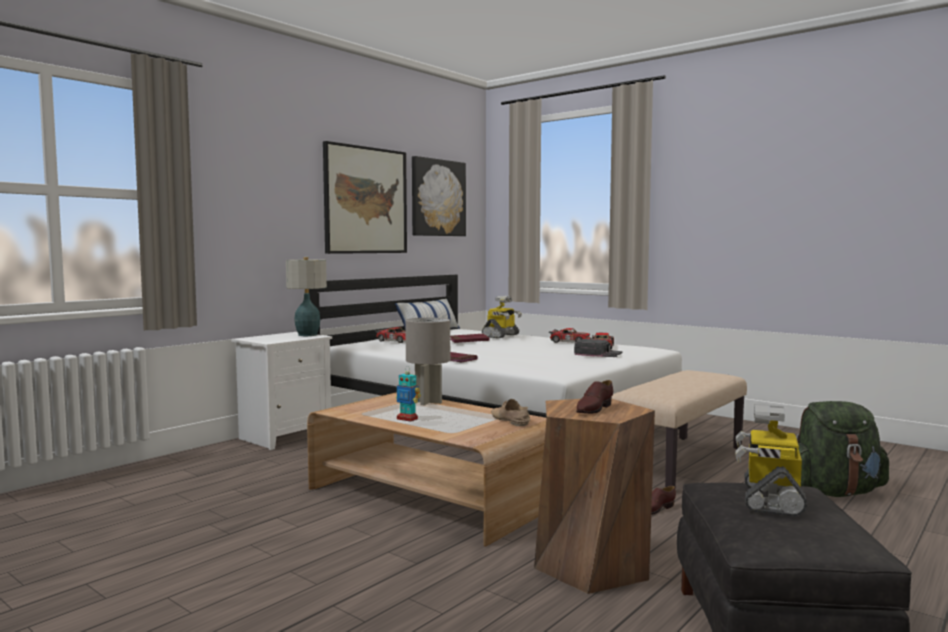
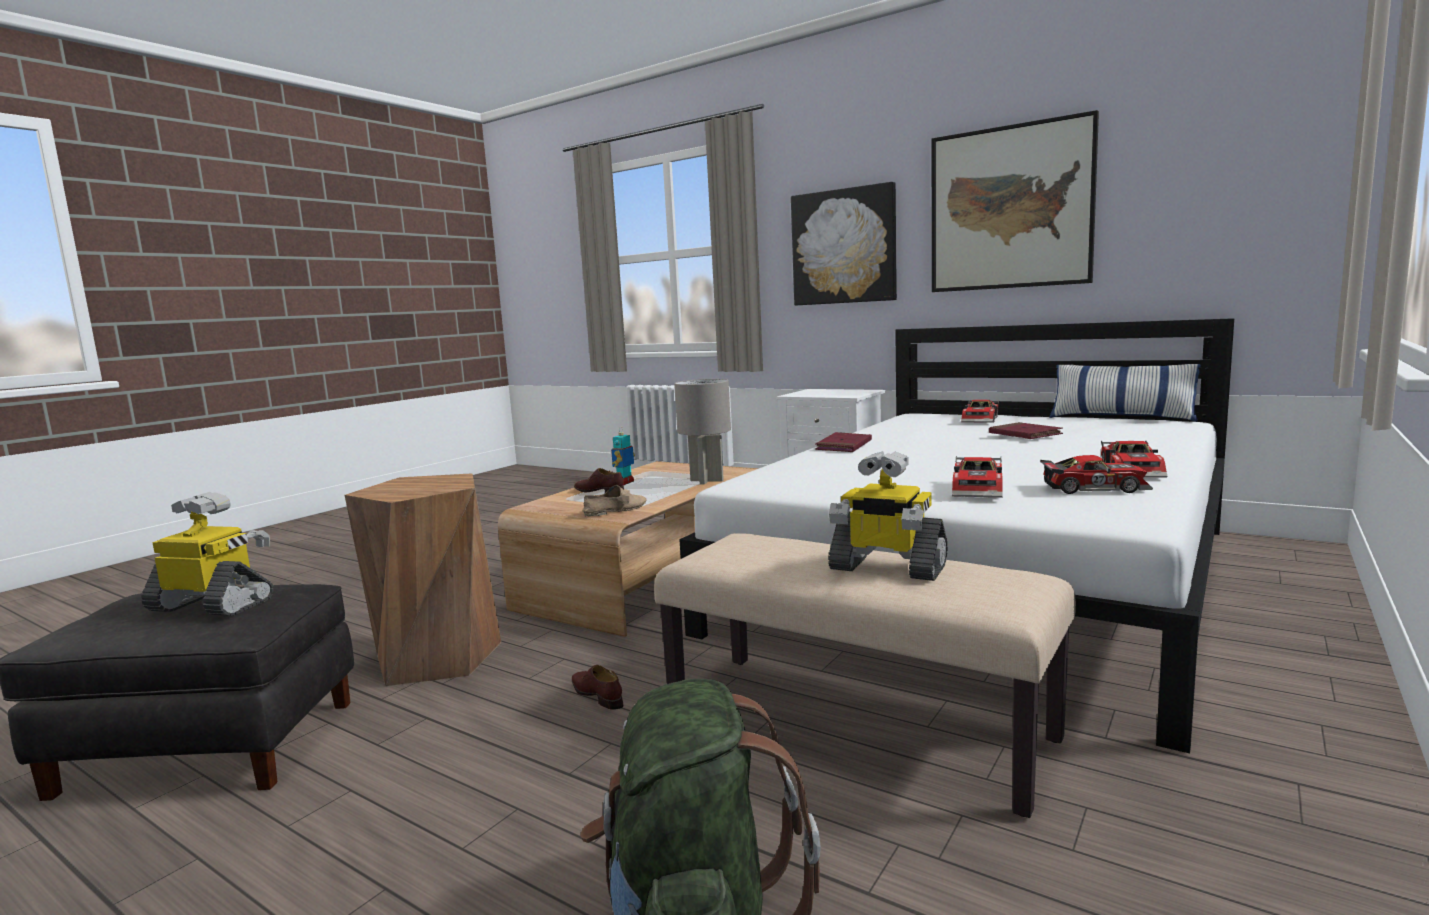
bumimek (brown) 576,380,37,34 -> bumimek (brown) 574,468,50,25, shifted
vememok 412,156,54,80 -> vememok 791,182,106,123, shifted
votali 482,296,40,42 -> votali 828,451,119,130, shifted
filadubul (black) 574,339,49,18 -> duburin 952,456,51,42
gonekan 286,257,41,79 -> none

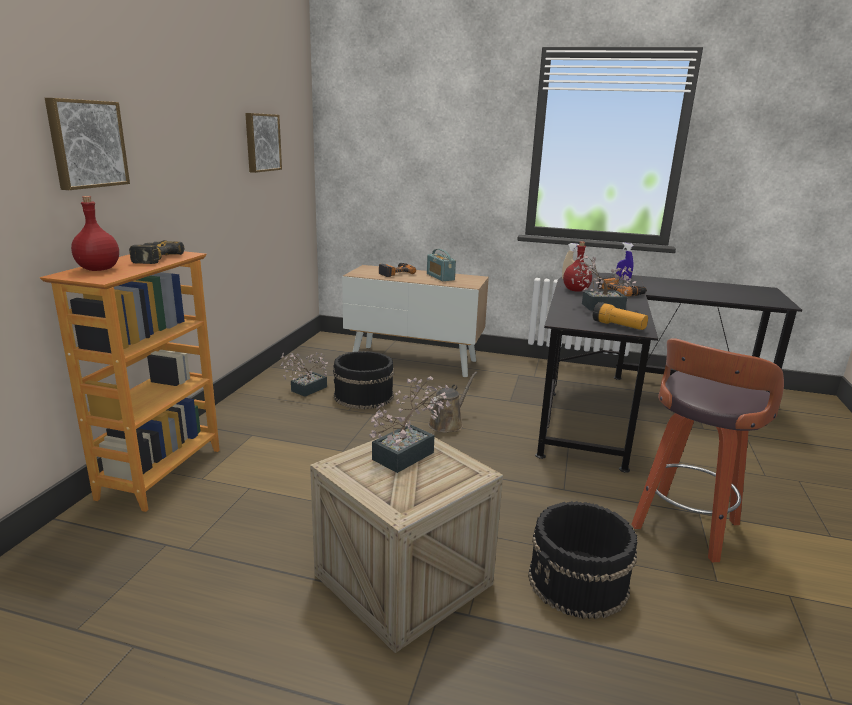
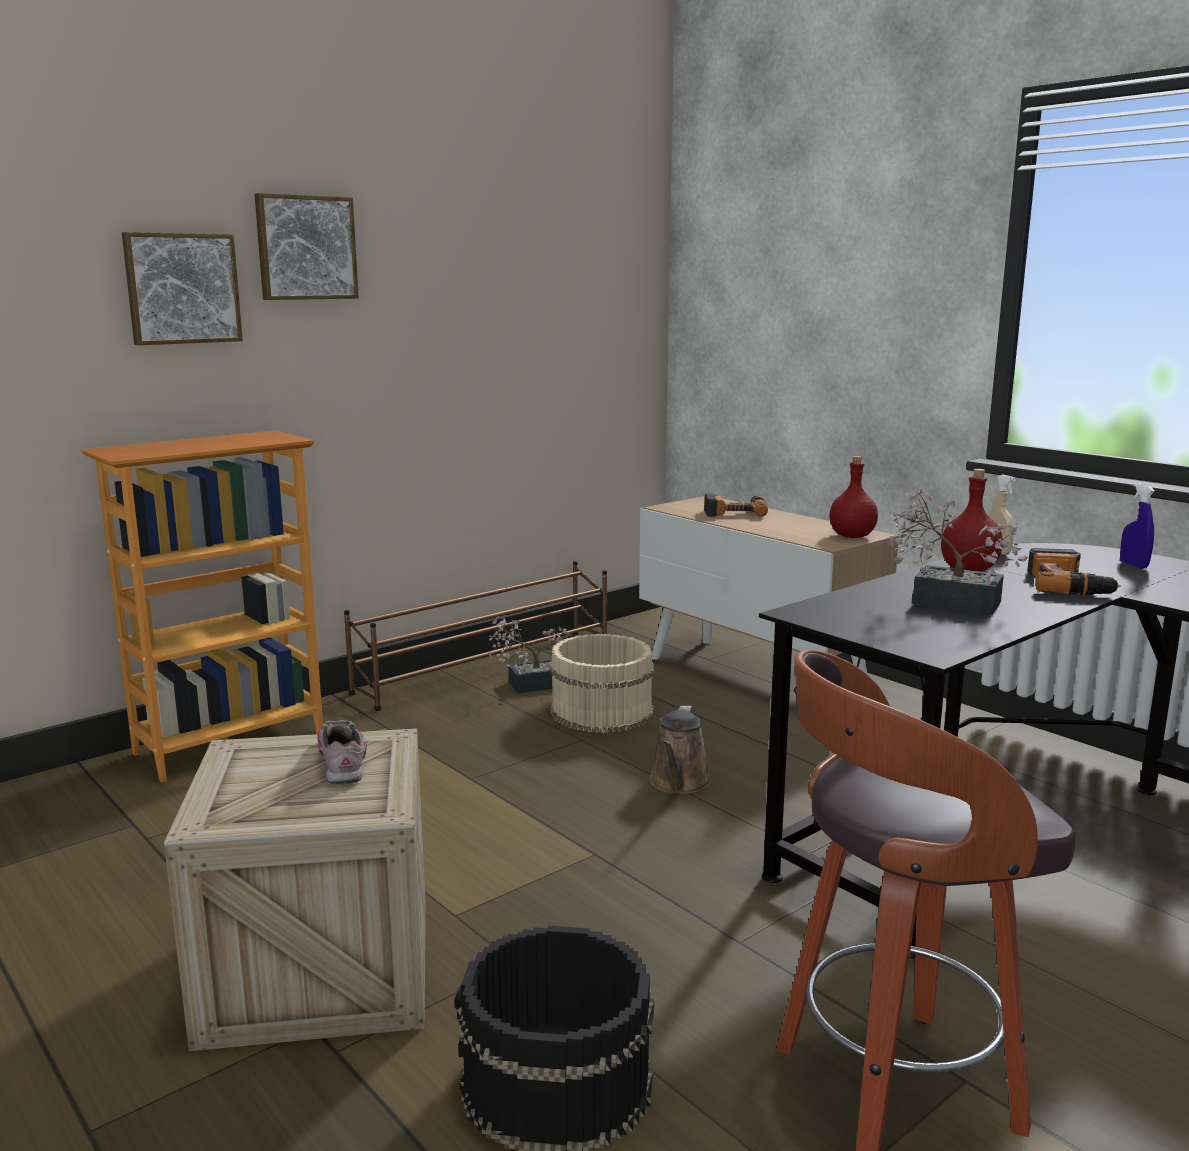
vememok 245,113,37,60 -> vememok 255,193,104,107, shifted
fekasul 369,376,82,97 -> bumimek 318,720,49,65
none -> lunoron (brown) 344,561,263,150
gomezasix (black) 333,351,61,58 -> gomezasix (beige) 549,634,105,99
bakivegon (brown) 428,371,49,62 -> bakivegon (brown) 649,705,63,89, 120 degrees clockwise
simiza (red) 71,196,48,75 -> simiza (red) 829,456,49,82, shifted
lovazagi 129,240,56,24 -> none
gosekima 427,249,29,32 -> none
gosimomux 593,302,55,28 -> none

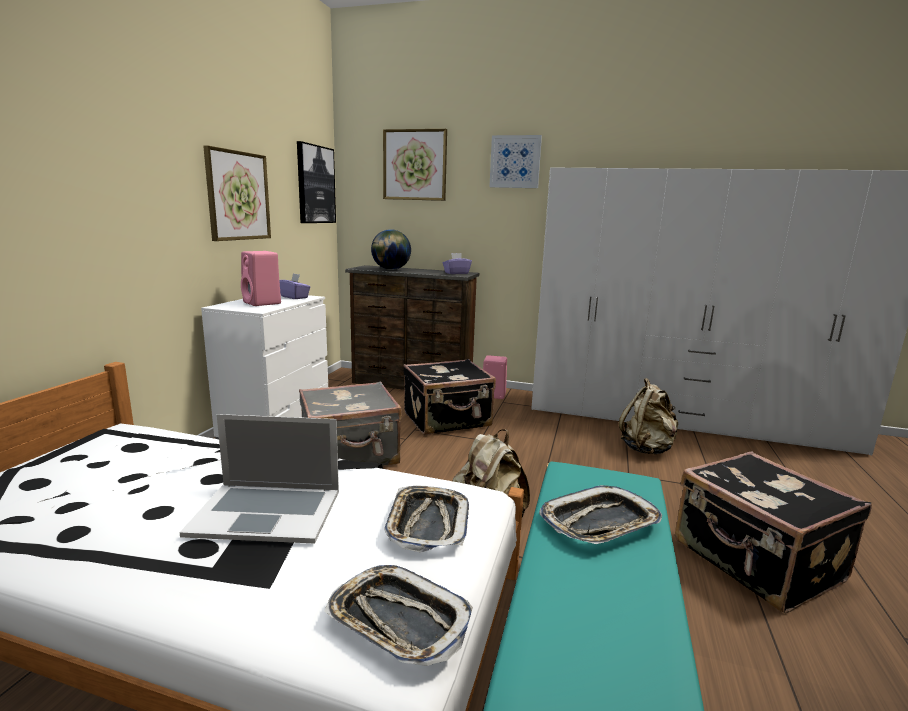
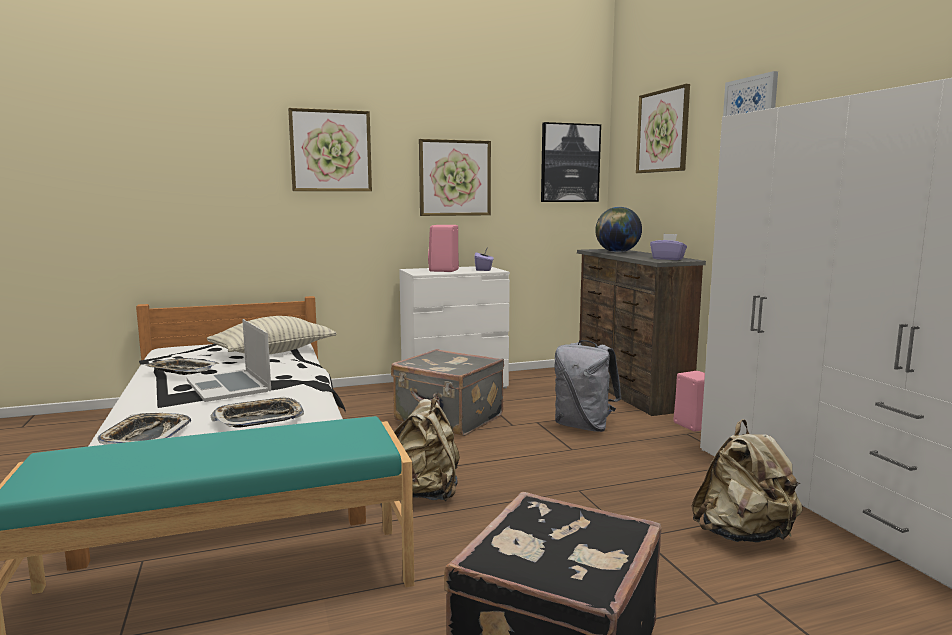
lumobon 539,485,123,59 -> lumobon 144,358,75,17, shifted
none -> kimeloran 207,316,130,38
none -> vememok 288,108,84,83
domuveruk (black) 403,359,93,76 -> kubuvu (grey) 554,340,68,92

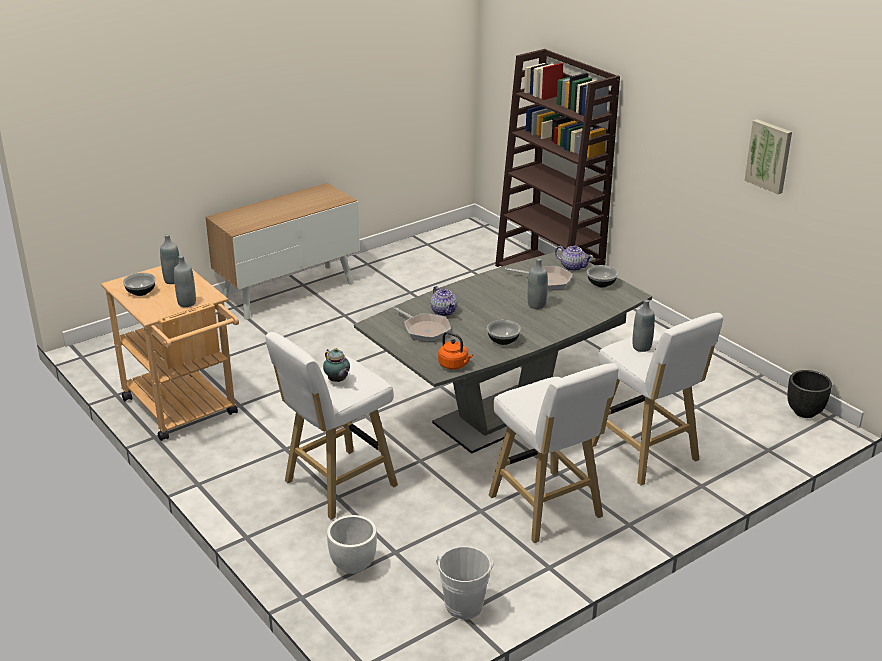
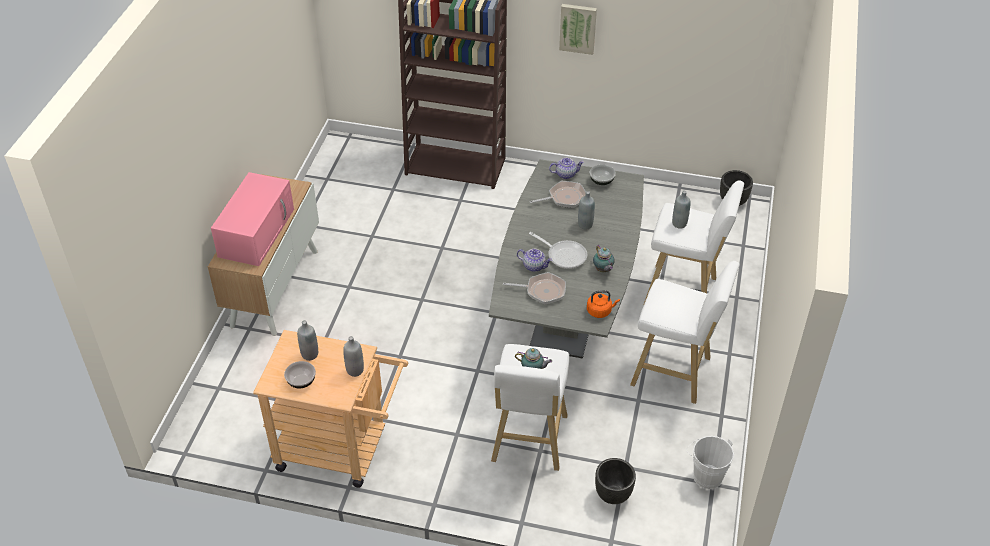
none -> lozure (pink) 211,172,83,94
none -> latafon 529,232,58,37
vememok 744,119,48,75 -> vememok 559,4,38,51, shifted
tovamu 487,320,34,25 -> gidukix 593,245,22,27
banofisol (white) 327,515,50,59 -> banofisol (black) 595,458,41,46

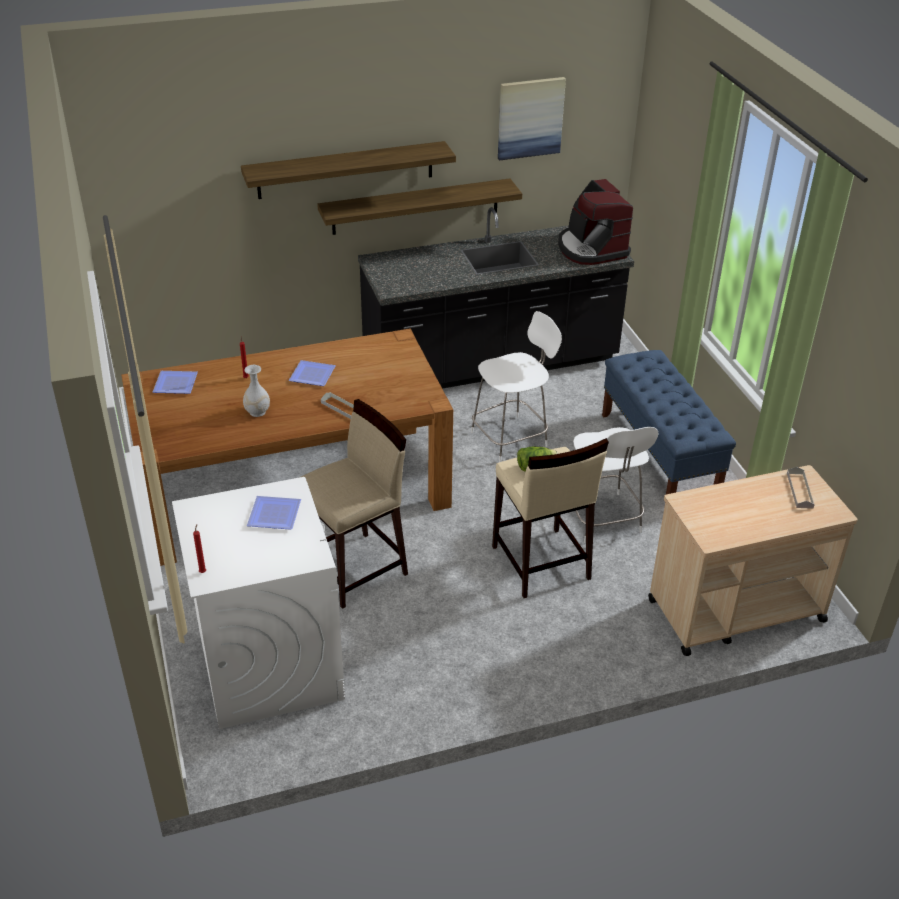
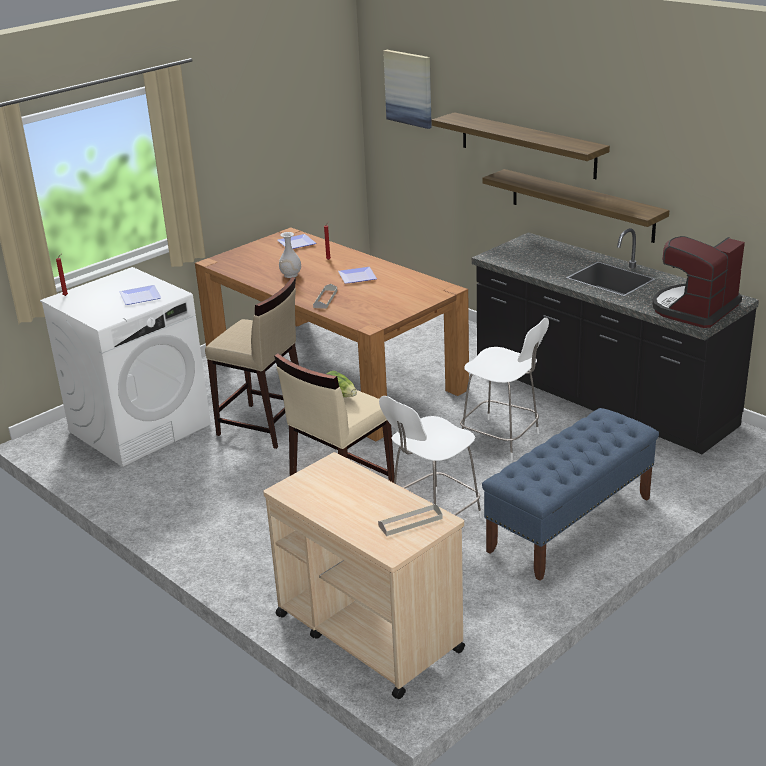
vememok 498,77,68,84 -> vememok 383,50,49,79, shifted

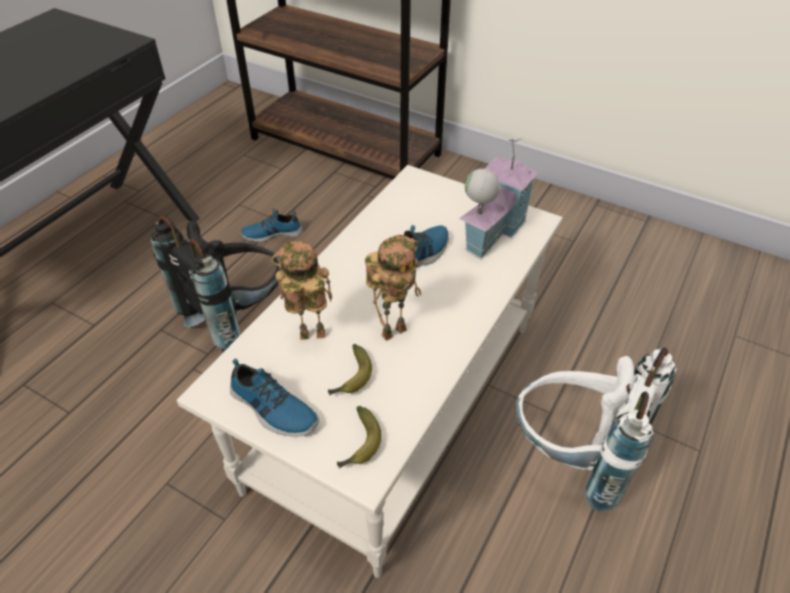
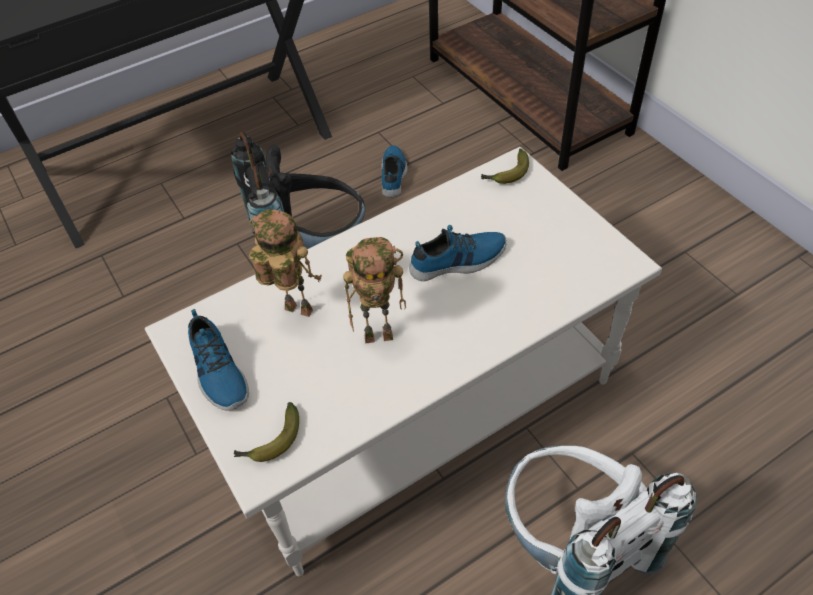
bumimek 241,208,61,34 -> bumimek 381,145,26,52, 75 degrees clockwise
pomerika 328,344,44,51 -> pomerika 481,149,48,35, shifted
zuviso 459,138,78,121 -> none

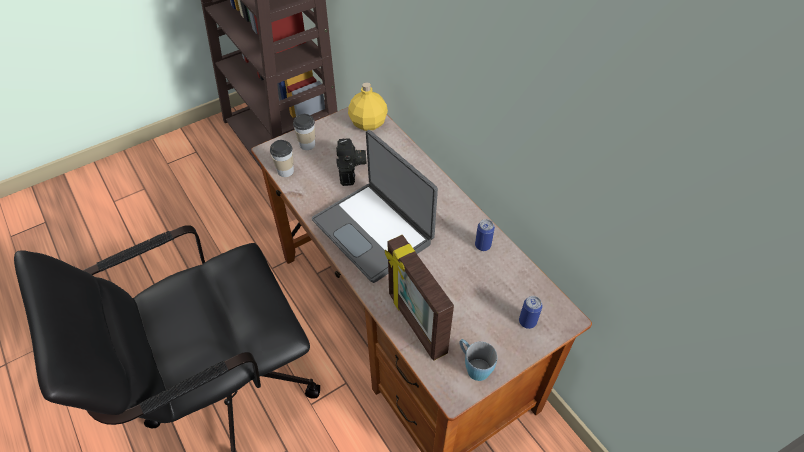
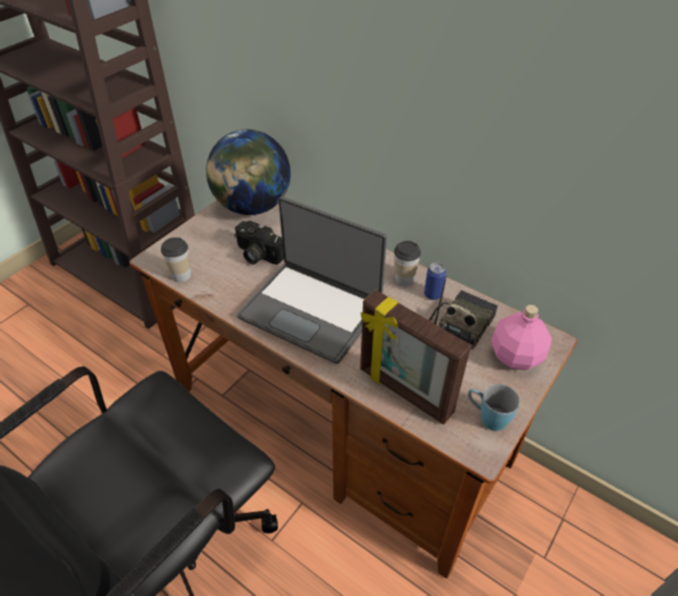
simiza (yellow) 348,82,40,49 -> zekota 206,129,85,86
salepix 336,138,31,48 -> salepix 234,221,50,44, 150 degrees clockwise
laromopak 293,114,22,36 -> laromopak 394,241,27,45, shifted
none -> gosekima 429,276,69,73
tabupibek 519,296,24,33 -> simiza (pink) 491,305,61,65

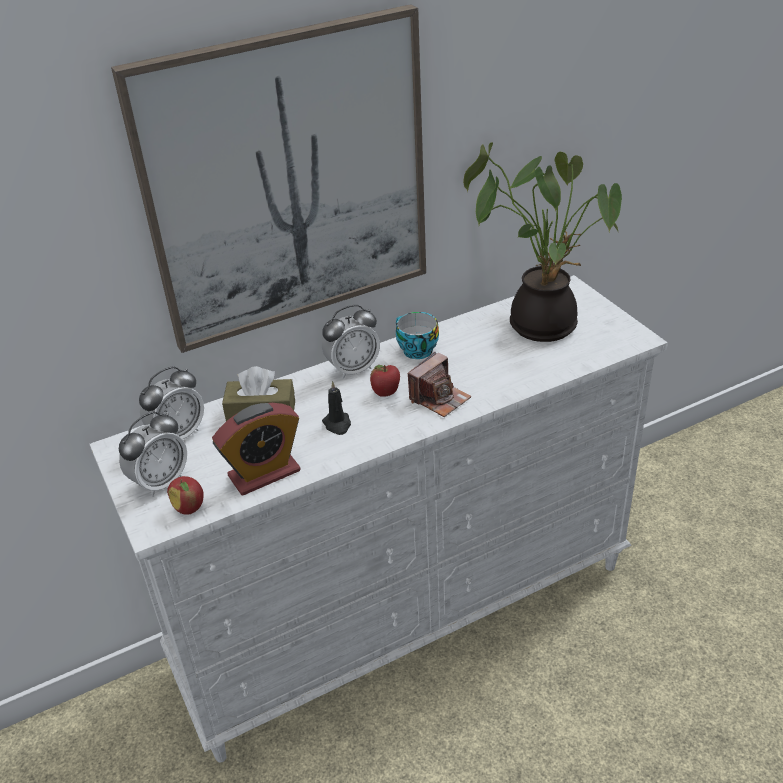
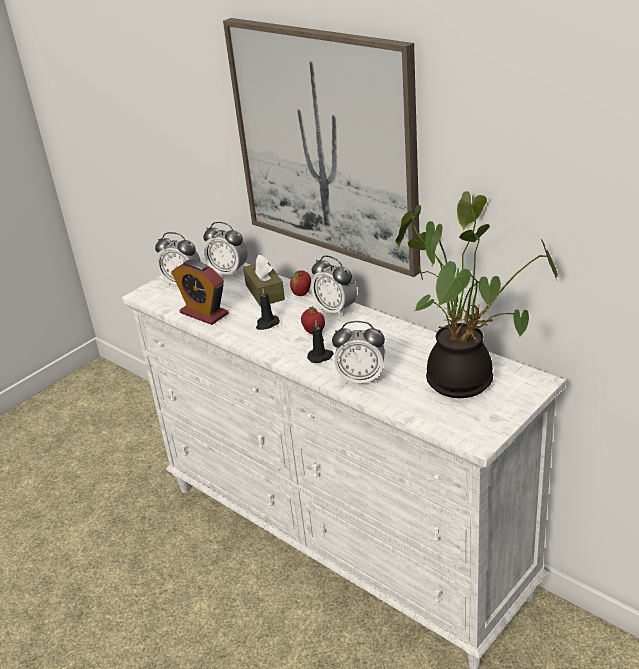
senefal 167,476,37,39 -> senefal 290,270,21,26, shifted
salepix 408,352,63,65 -> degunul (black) 307,320,27,43
none -> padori 332,321,53,63
laromopak 396,312,43,47 -> none

